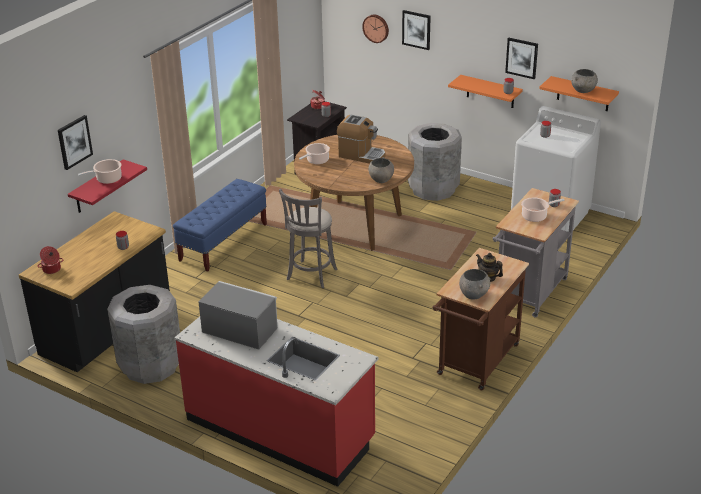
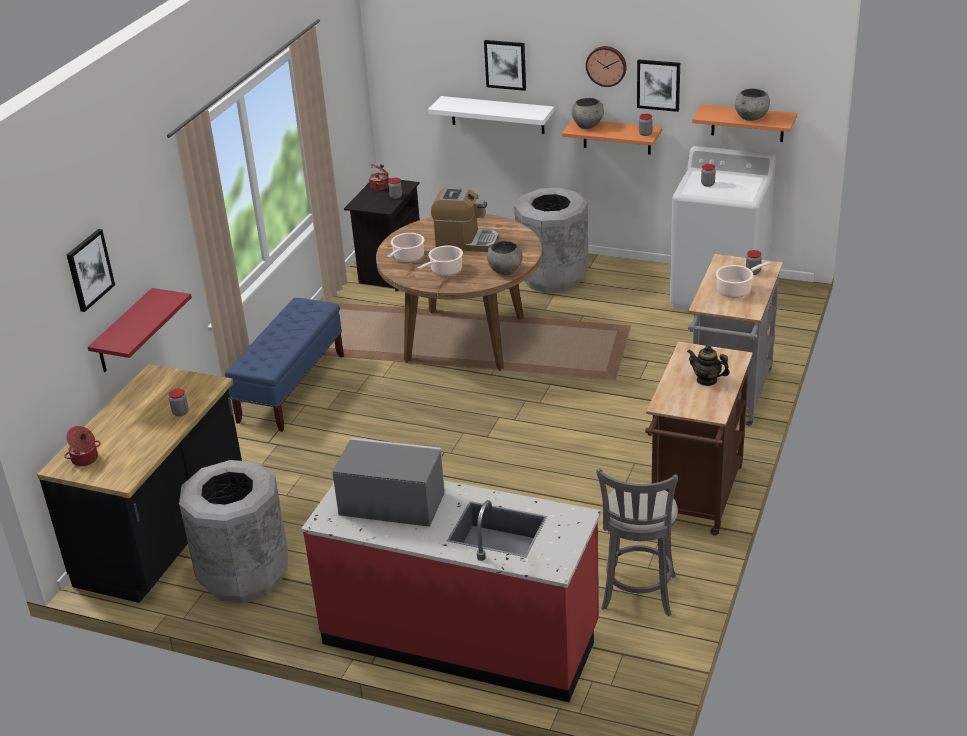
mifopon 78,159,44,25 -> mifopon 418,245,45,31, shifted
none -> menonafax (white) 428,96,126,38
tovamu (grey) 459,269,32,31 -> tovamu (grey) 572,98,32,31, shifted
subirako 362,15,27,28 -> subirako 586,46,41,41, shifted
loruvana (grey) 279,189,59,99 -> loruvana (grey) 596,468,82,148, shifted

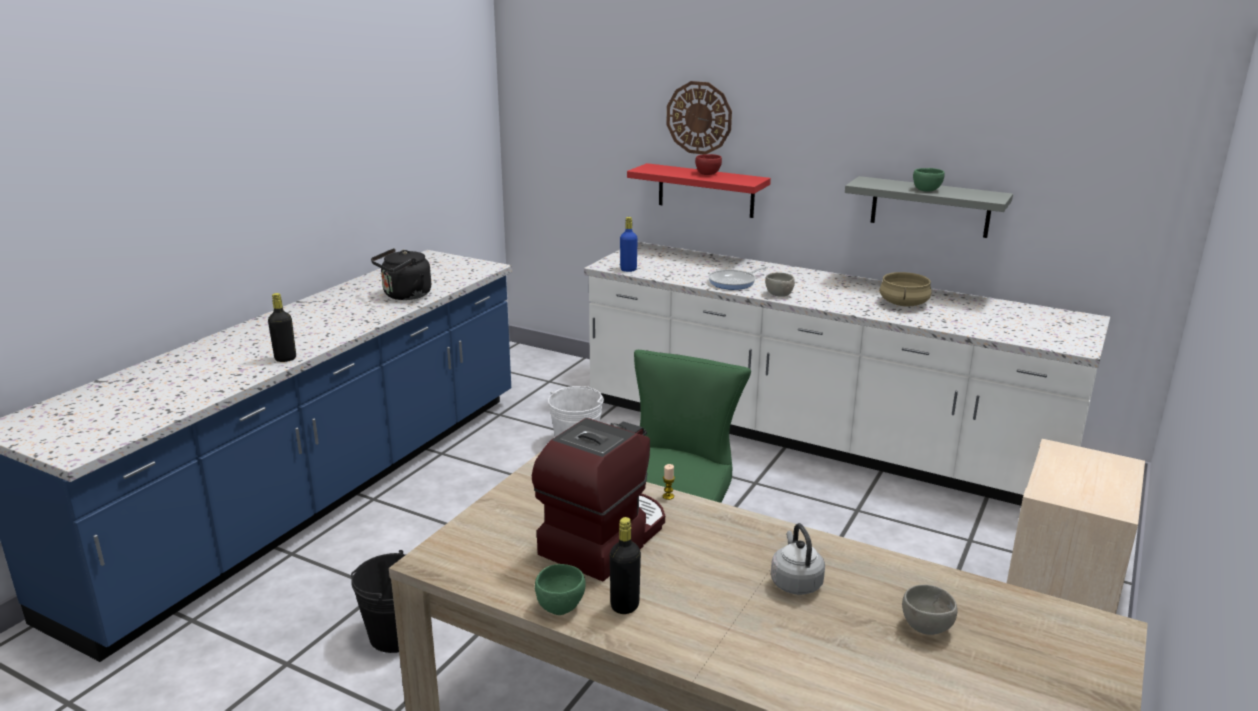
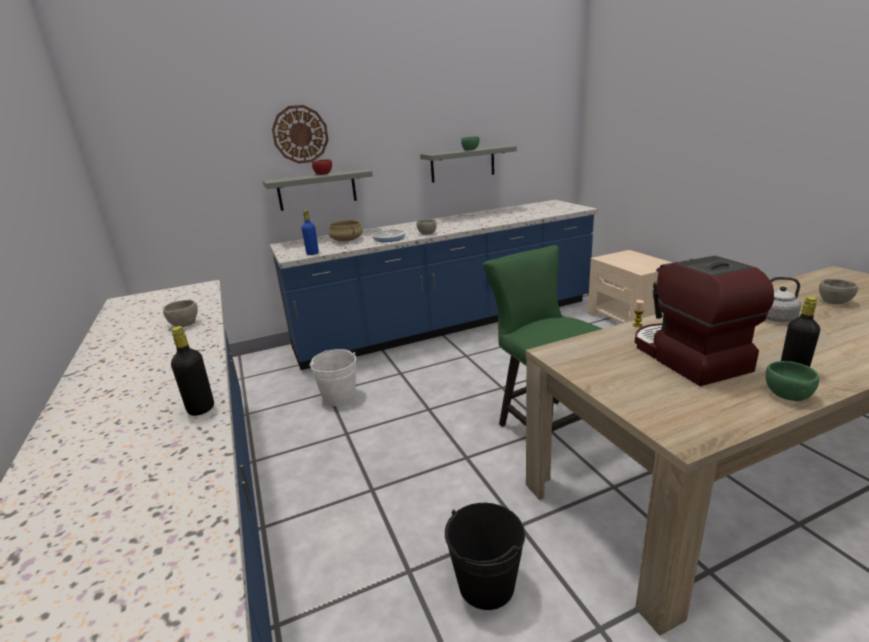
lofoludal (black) 371,248,60,52 -> tovamu (grey) 163,300,35,27
menonafax (red) 627,163,144,55 -> menonafax (grey) 263,169,110,42
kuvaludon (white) 584,242,526,264 -> kuvaludon (blue) 270,200,328,170
mifopon (beige) 879,272,53,34 -> mifopon (beige) 329,220,34,21, shifted

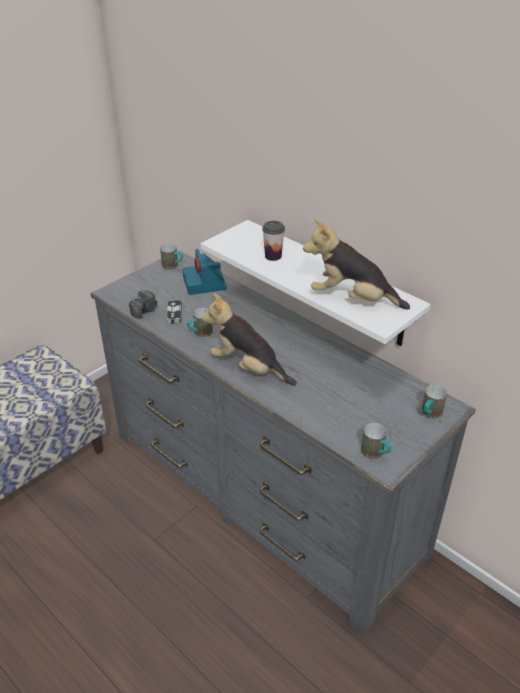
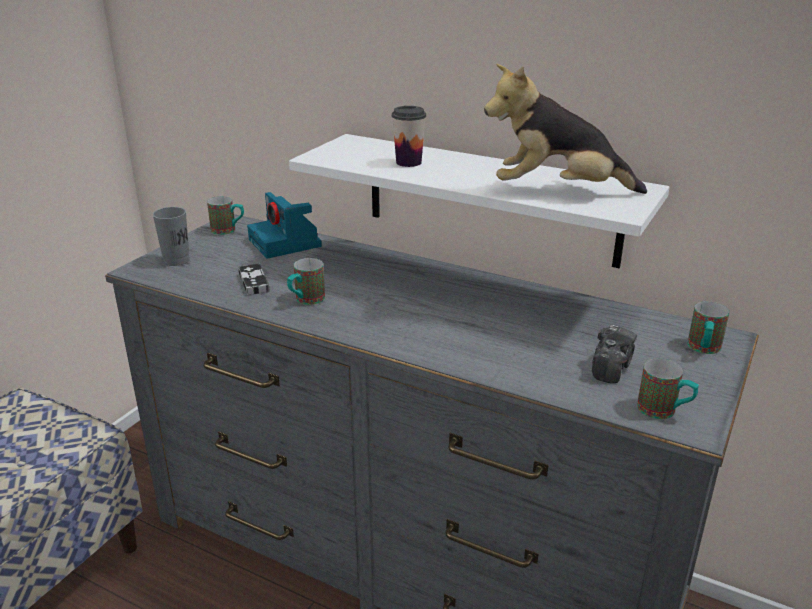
none -> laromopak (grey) 152,207,38,59
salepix 129,289,28,30 -> salepix 592,325,45,58, shifted
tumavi 201,293,96,92 -> none

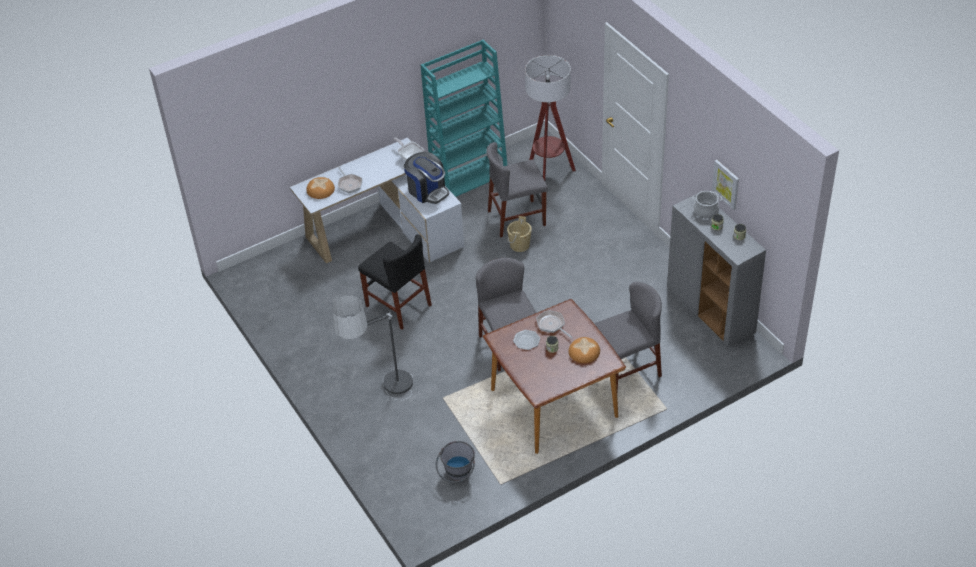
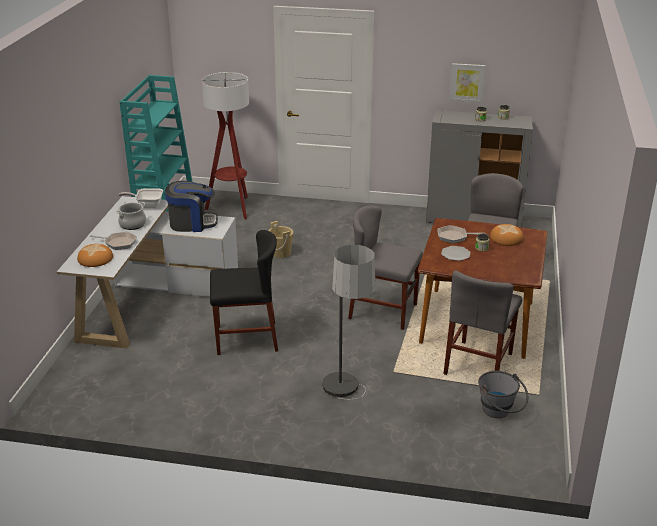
mifopon 692,191,30,27 -> mifopon 116,202,30,28, shifted
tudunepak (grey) 486,142,62,95 -> tudunepak (grey) 443,271,79,104, shifted

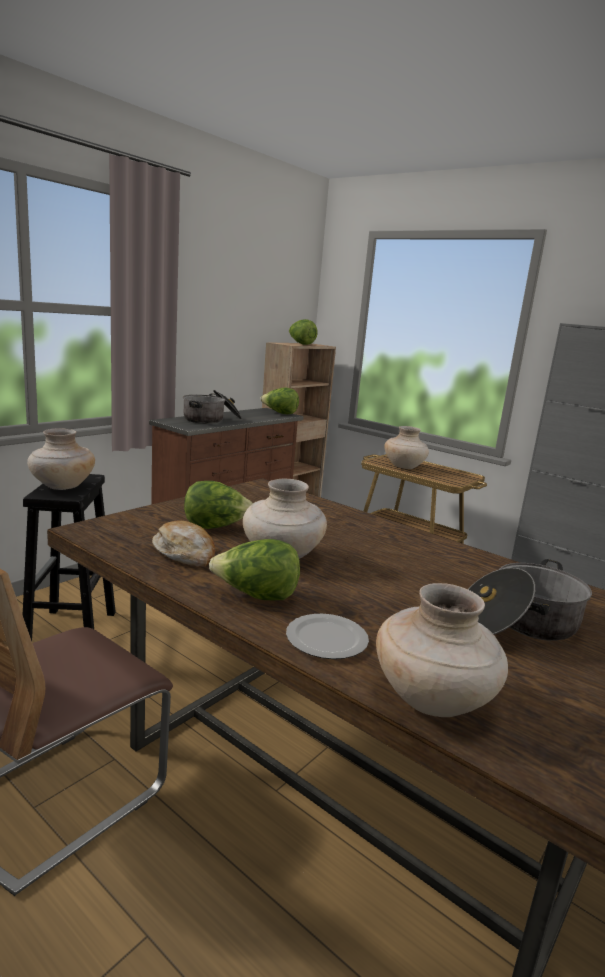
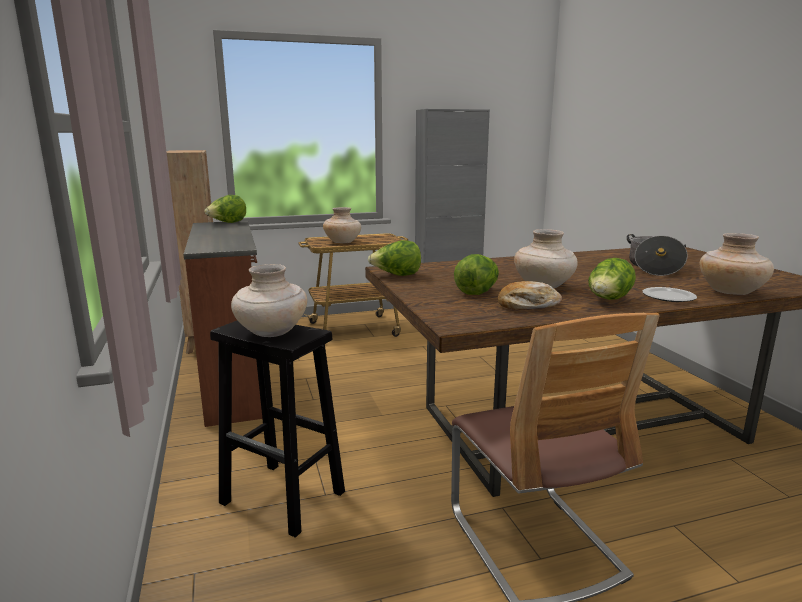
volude 289,319,29,26 -> volude 368,240,53,36, shifted
mifopon 183,390,59,34 -> none

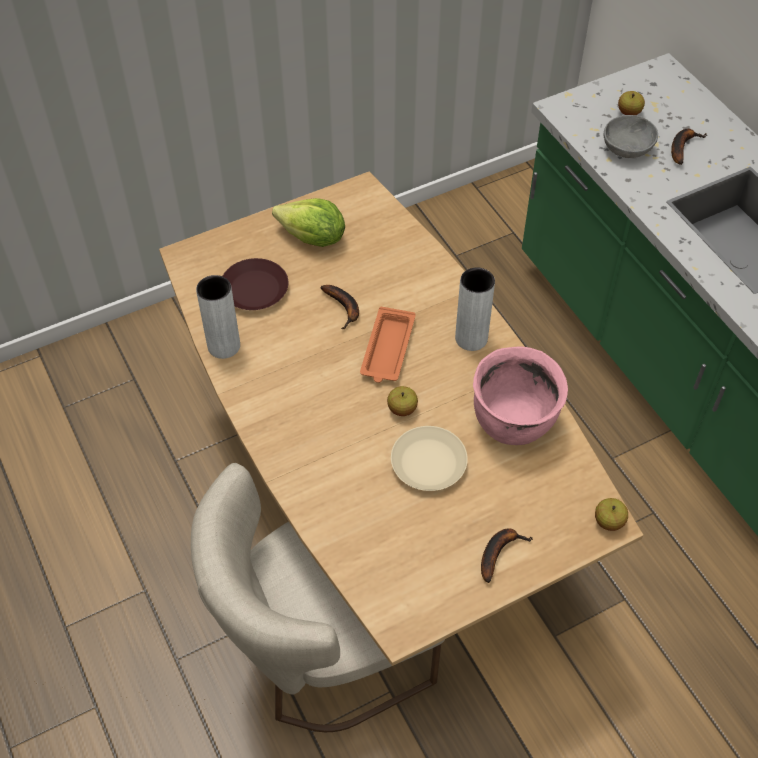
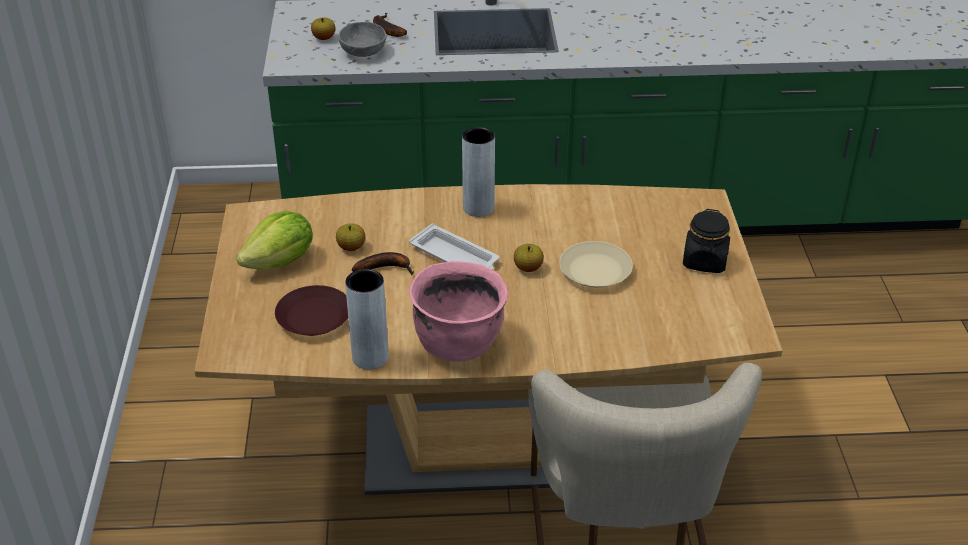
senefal 595,498,33,33 -> senefal 336,223,29,28, shifted
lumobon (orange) 360,307,56,76 -> lumobon (white) 409,223,90,47
mifopon (pink) 473,346,95,99 -> mifopon (pink) 409,261,99,100, shifted
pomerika 481,528,52,55 -> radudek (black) 683,209,47,64

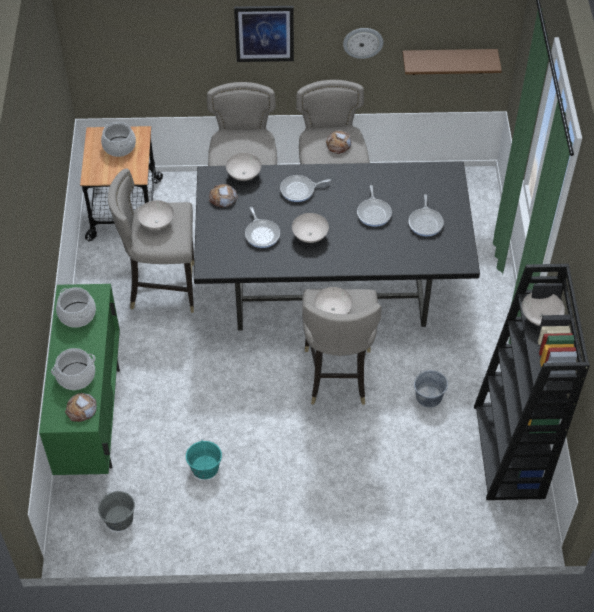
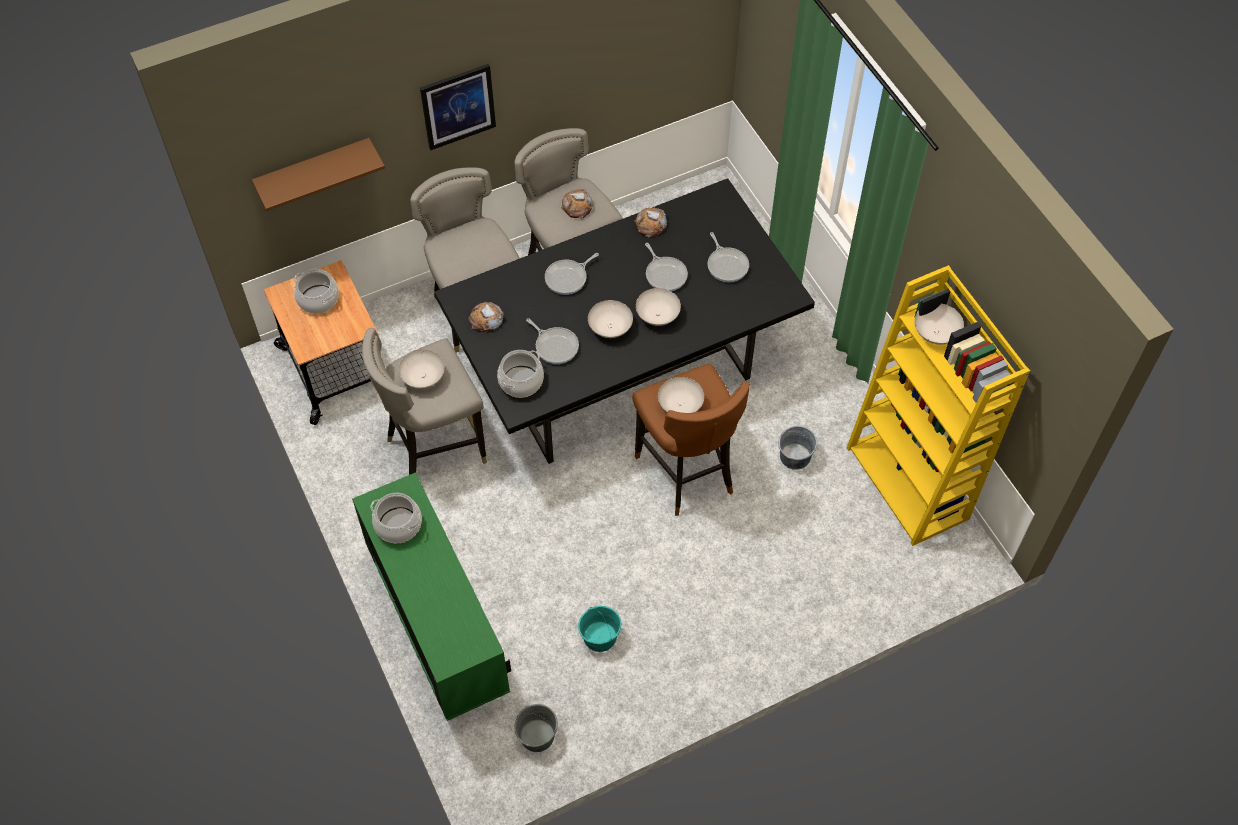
menonafax (brown) 403,49,99,26 -> menonafax (brown) 252,138,133,73, shifted
mifopon 51,348,44,42 -> mifopon 497,350,47,48, shifted
loruvana (grey) 302,289,79,116 -> loruvana (brown) 632,364,118,152
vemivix 65,393,32,29 -> vemivix 635,208,32,30, shifted
tovamu (white) 226,153,36,28 -> tovamu (white) 636,288,45,38, shifted
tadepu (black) 474,264,116,236 -> tadepu (yellow) 847,265,183,281
subirako 343,28,40,31 -> none

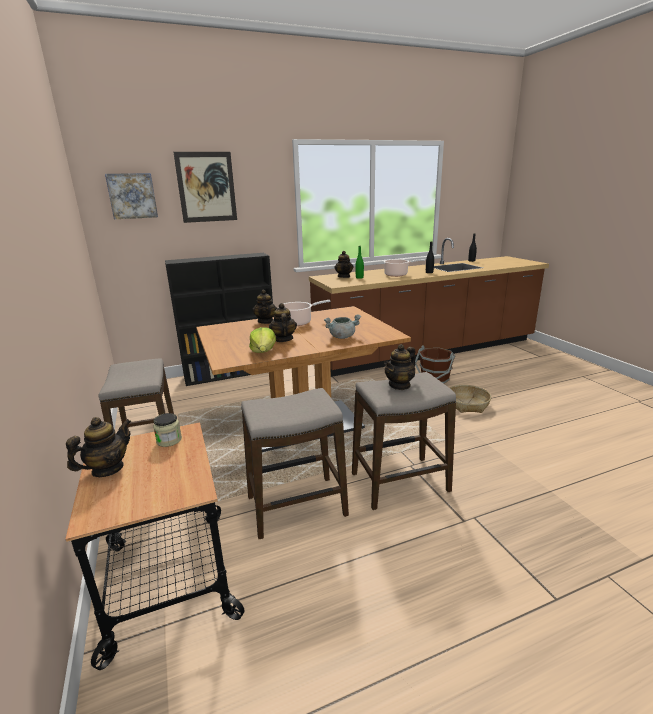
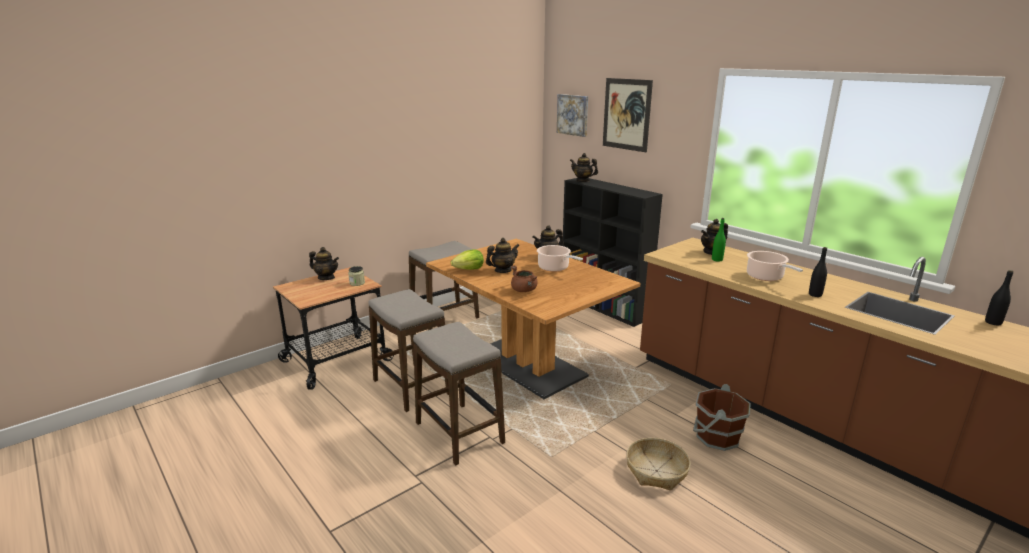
mifopon (grey) 324,315,37,24 -> mifopon (brown) 510,265,28,27
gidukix 384,344,31,46 -> gidukix 570,153,28,29, shifted

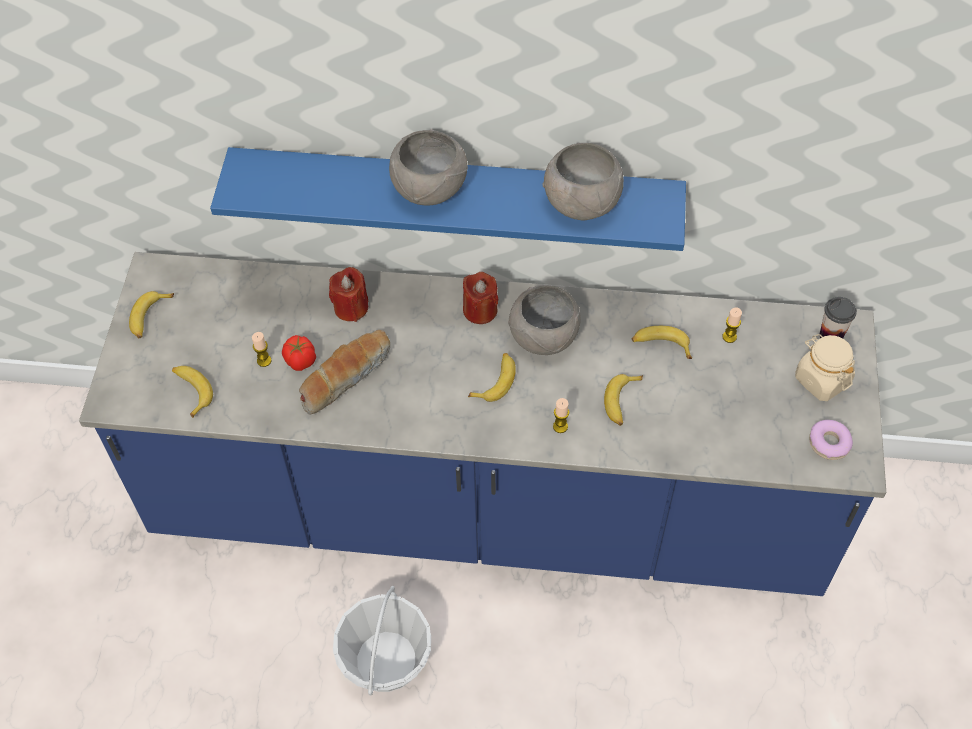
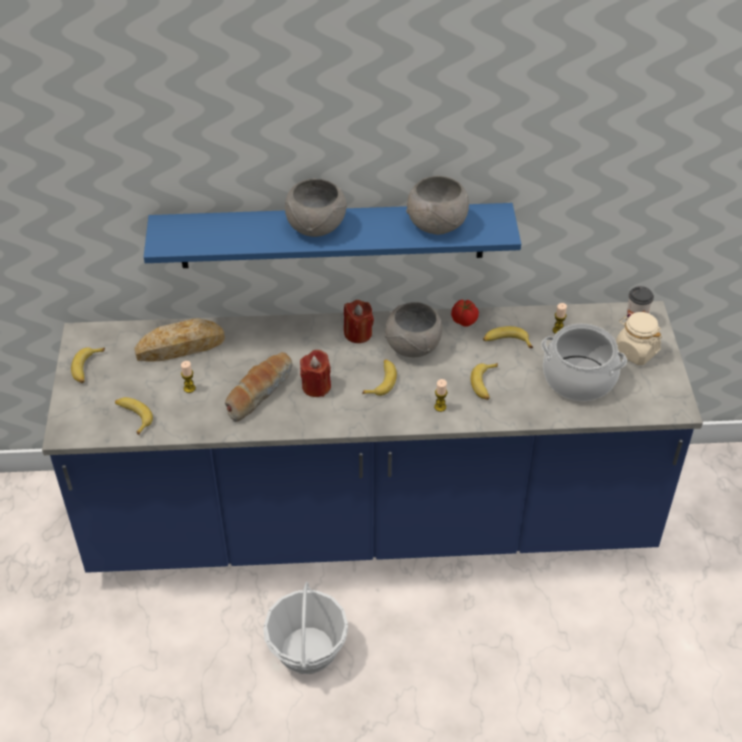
none -> vemivix 134,318,91,44
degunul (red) 329,267,39,55 -> degunul (red) 300,350,31,47, shifted
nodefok 282,335,34,36 -> nodefok 451,300,28,27, shifted
none -> mifopon 541,324,86,77
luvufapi 809,420,44,40 -> none

